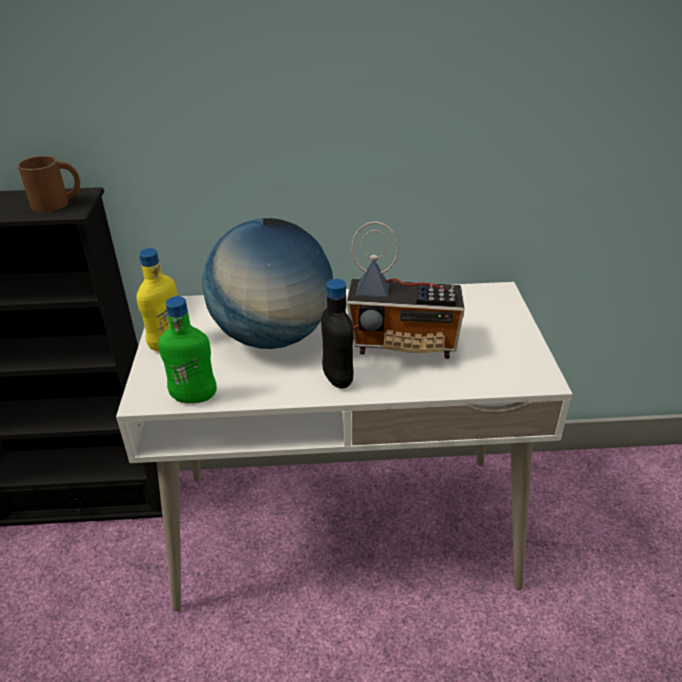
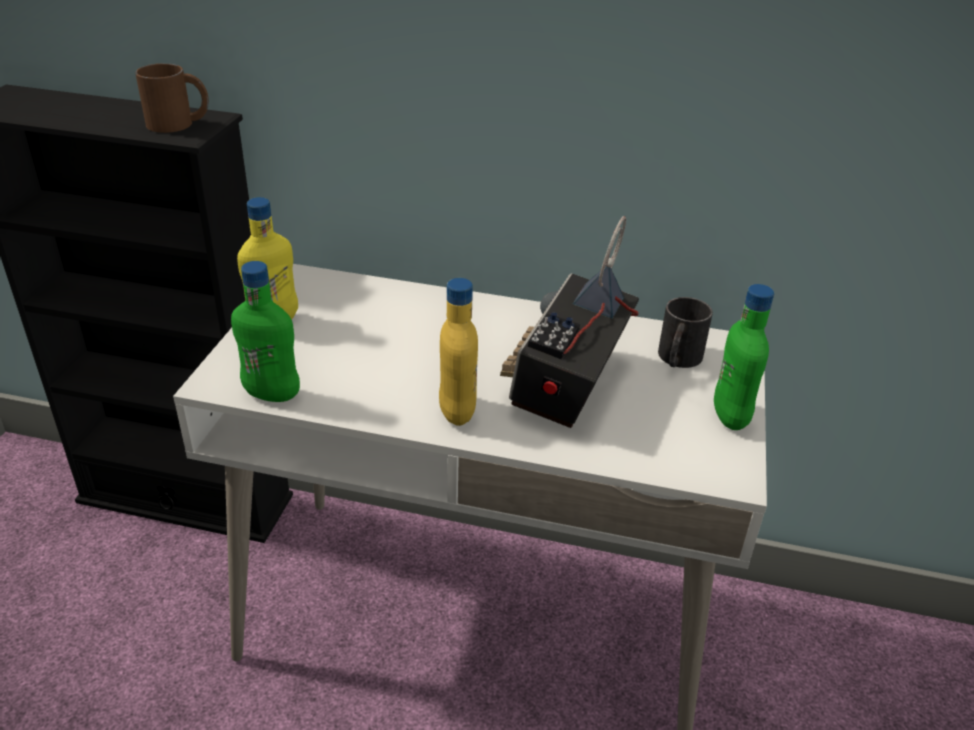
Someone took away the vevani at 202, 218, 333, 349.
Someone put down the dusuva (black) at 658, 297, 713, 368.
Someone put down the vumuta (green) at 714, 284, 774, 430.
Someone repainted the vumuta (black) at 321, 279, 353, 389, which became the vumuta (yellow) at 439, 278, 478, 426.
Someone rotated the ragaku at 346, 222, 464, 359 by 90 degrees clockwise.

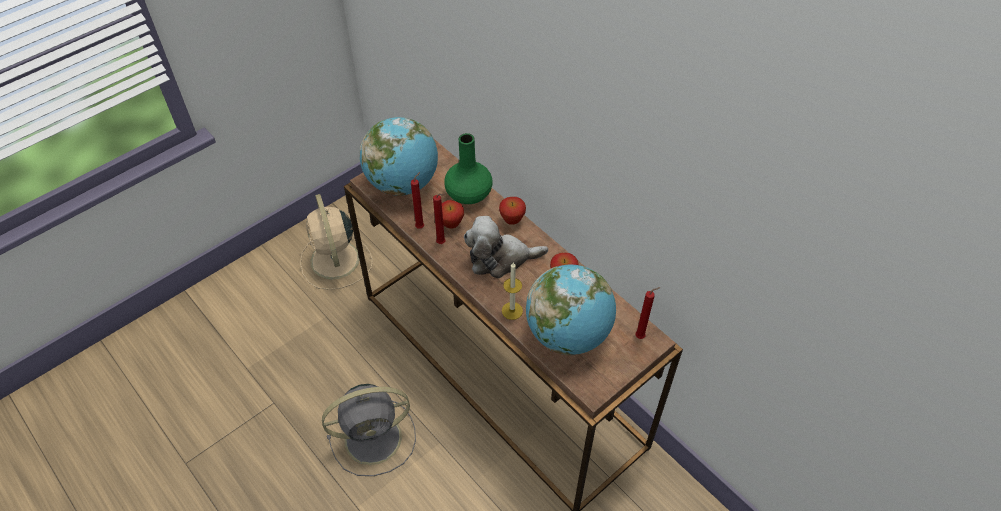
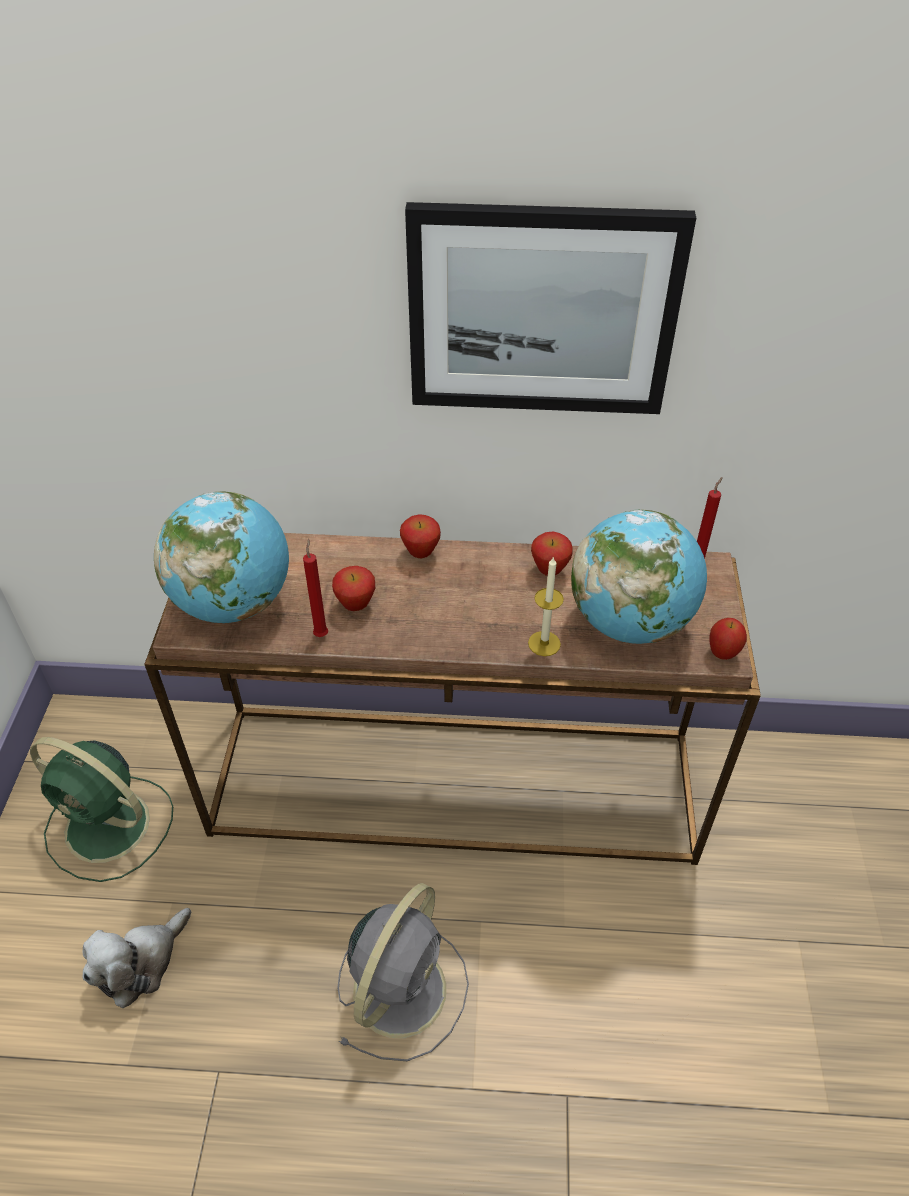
Someone took away the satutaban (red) at 433, 194, 446, 244.
Someone took away the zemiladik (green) at 444, 133, 492, 204.
Someone put up the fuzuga at 405, 202, 696, 414.
Someone put down the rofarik at 709, 618, 747, 660.
Someone carried the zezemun from 464, 216, 548, 278 to 82, 908, 191, 1008.
Someone repainted the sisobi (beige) at 300, 194, 373, 290, which became the sisobi (green) at 30, 737, 173, 882.

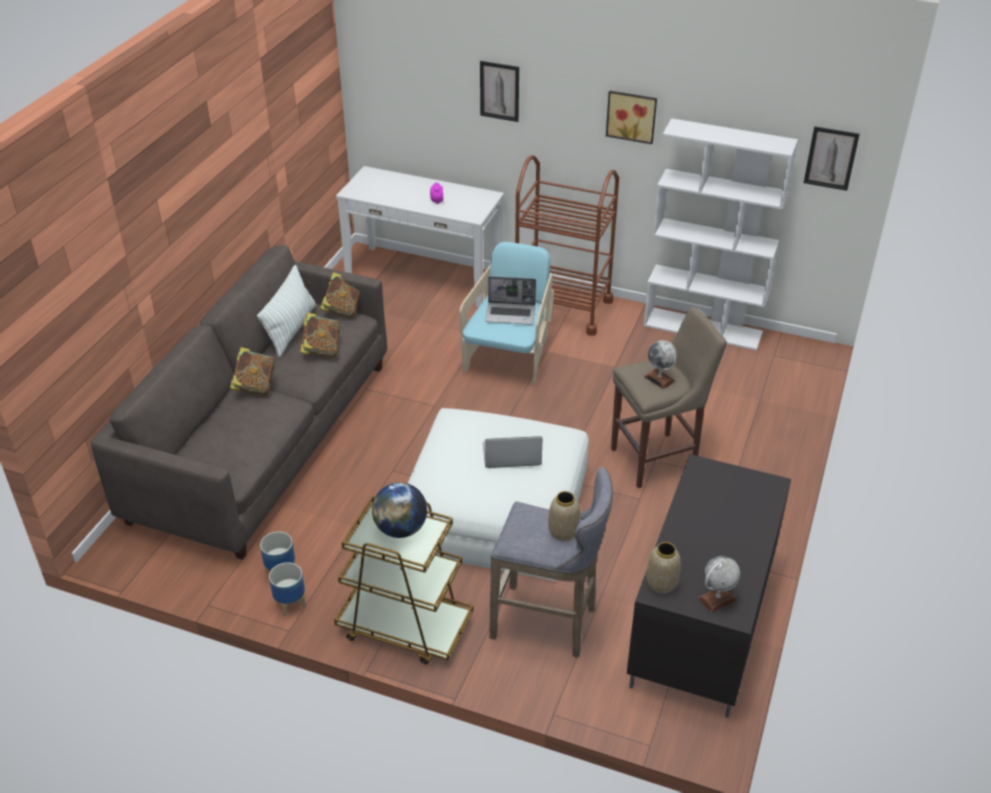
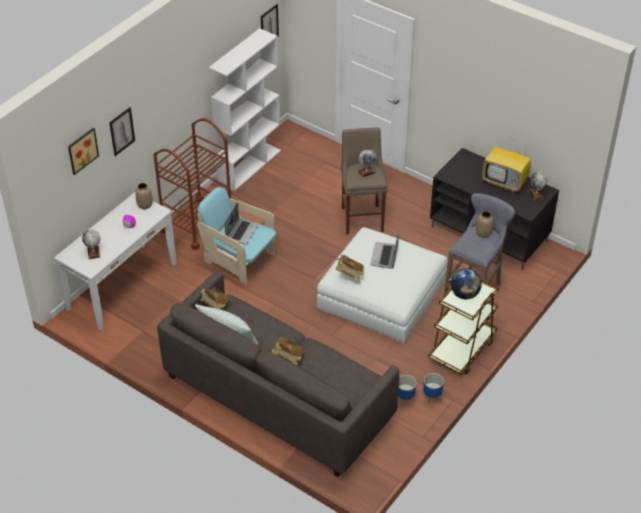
Someone put down the vevani at 82, 230, 100, 259.
Someone put down the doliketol at 482, 138, 531, 192.
Someone carried the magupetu from 300, 313, 340, 358 to 336, 255, 364, 281.
Someone carried the fuzuga from 606, 90, 657, 144 to 68, 128, 99, 175.
Someone carried the zemiladik from 646, 542, 681, 593 to 136, 183, 153, 209.

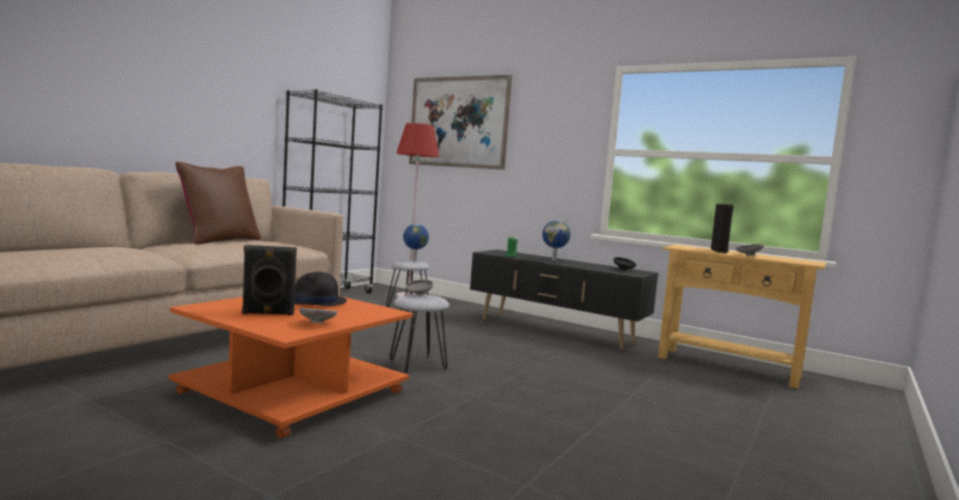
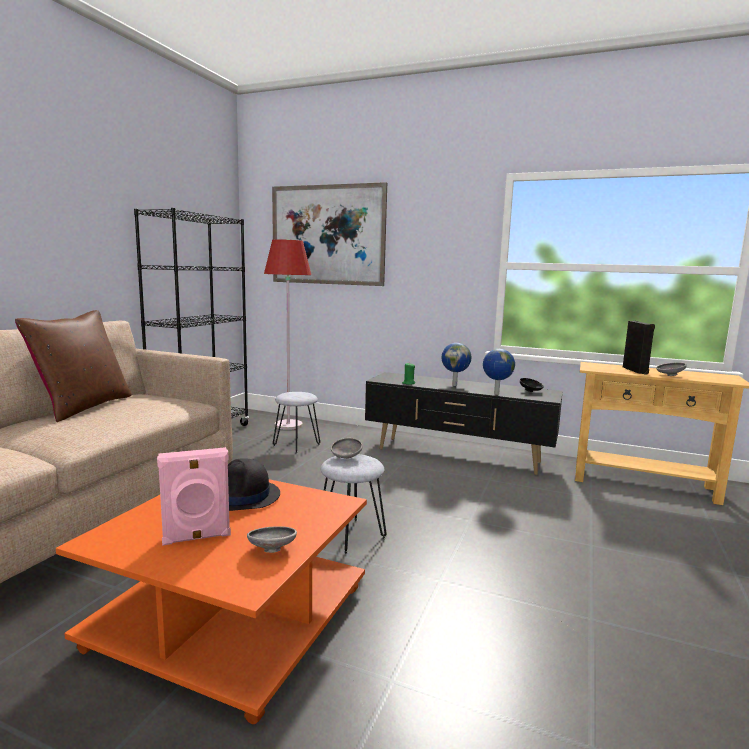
Someone carried the vevani from 403, 224, 429, 262 to 483, 349, 515, 395.
Someone repainted the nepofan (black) at 242, 245, 297, 315, which became the nepofan (pink) at 157, 447, 231, 546.

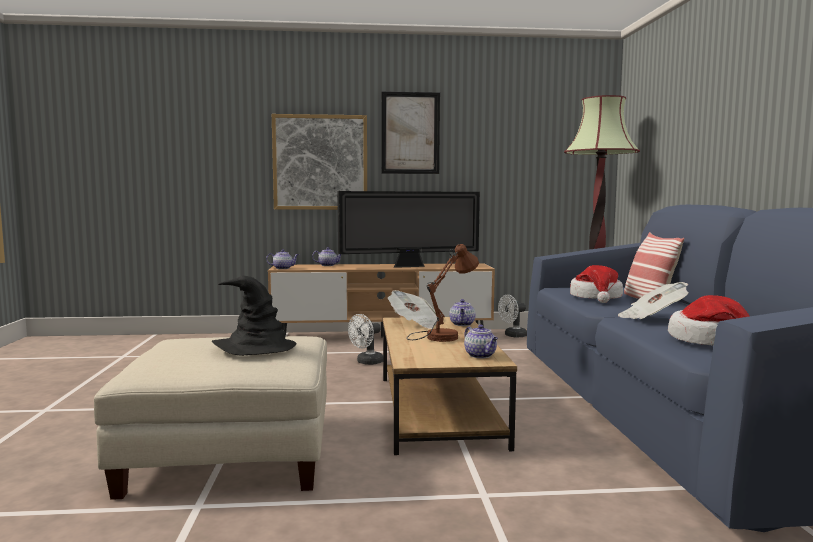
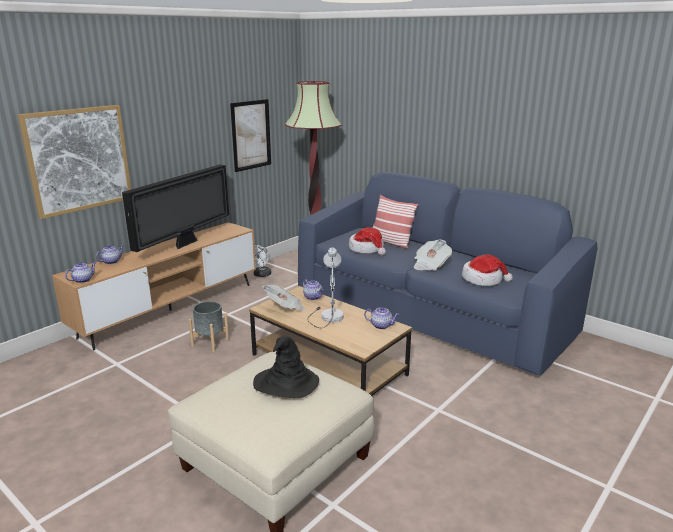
Someone carried the fuzuga from 381, 91, 440, 174 to 230, 99, 271, 172.
Someone swapped the sisobi (white) at 348, 314, 383, 365 for the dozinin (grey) at 188, 301, 229, 352.
Someone repainted the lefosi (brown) at 406, 244, 479, 342, which became the lefosi (white) at 307, 247, 344, 328.

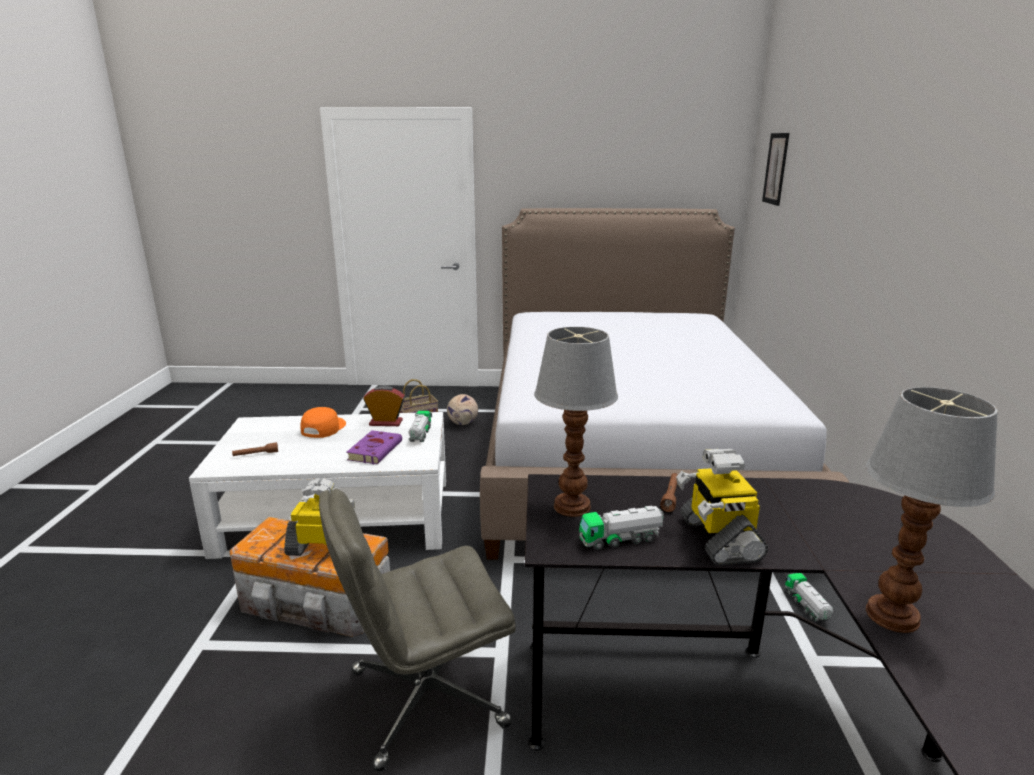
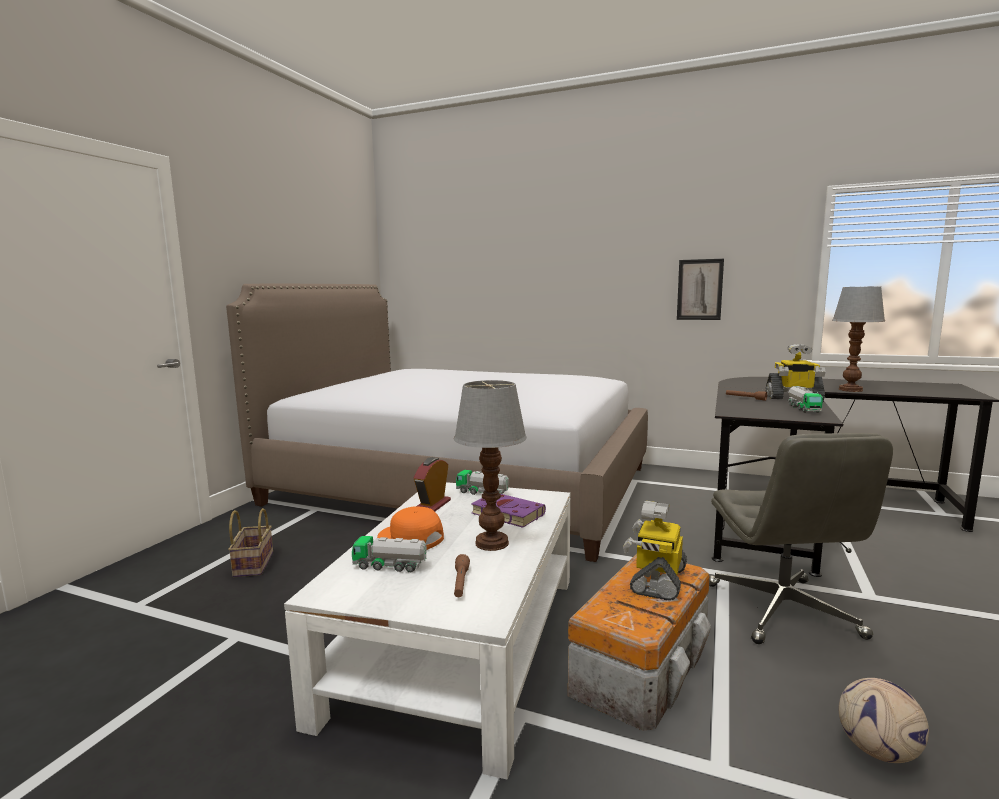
Someone carried the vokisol from 447, 394, 478, 425 to 838, 678, 929, 763.
Someone carried the lefosi from 534, 327, 618, 517 to 454, 380, 527, 551.
Someone carried the fuzuga from 762, 133, 789, 206 to 677, 259, 724, 320.
Someone carried the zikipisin from 785, 573, 833, 621 to 352, 536, 427, 572.

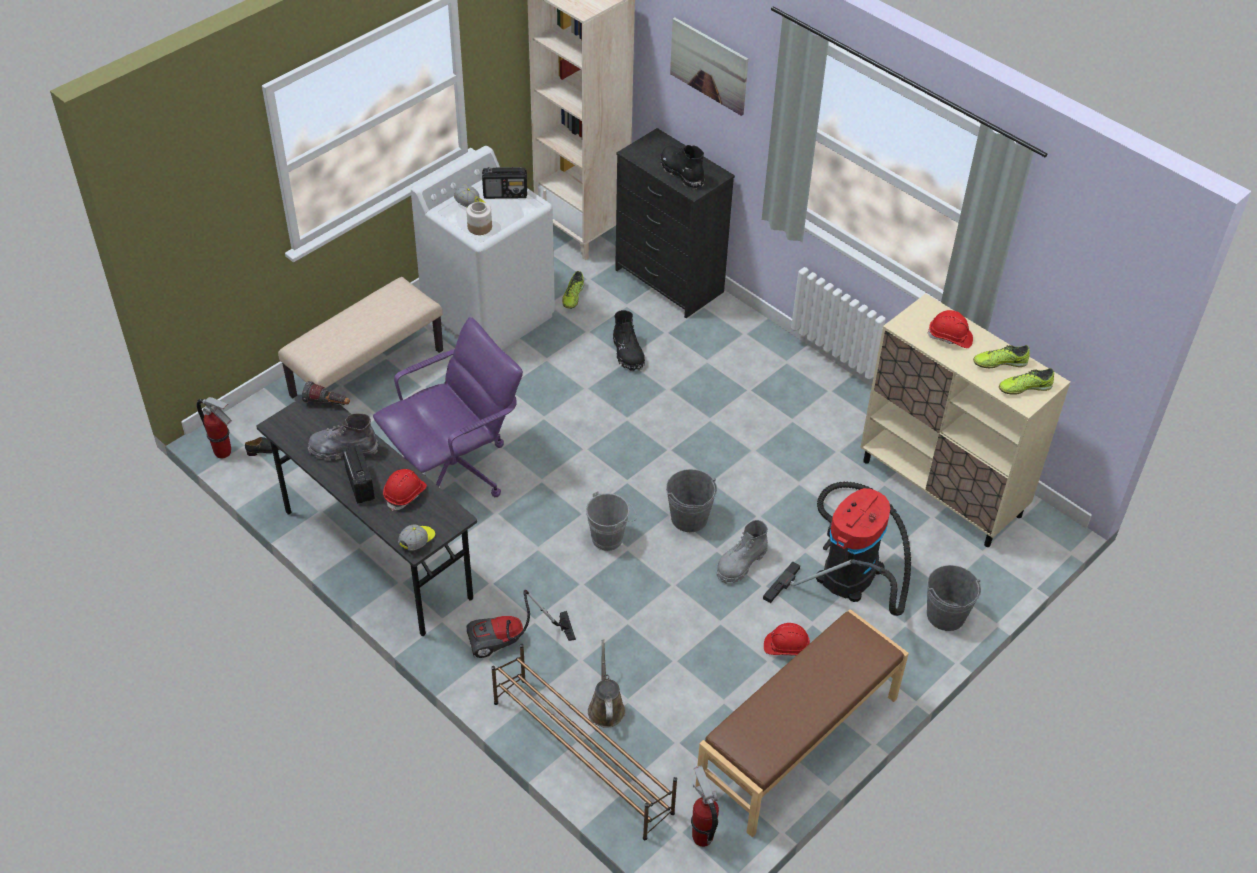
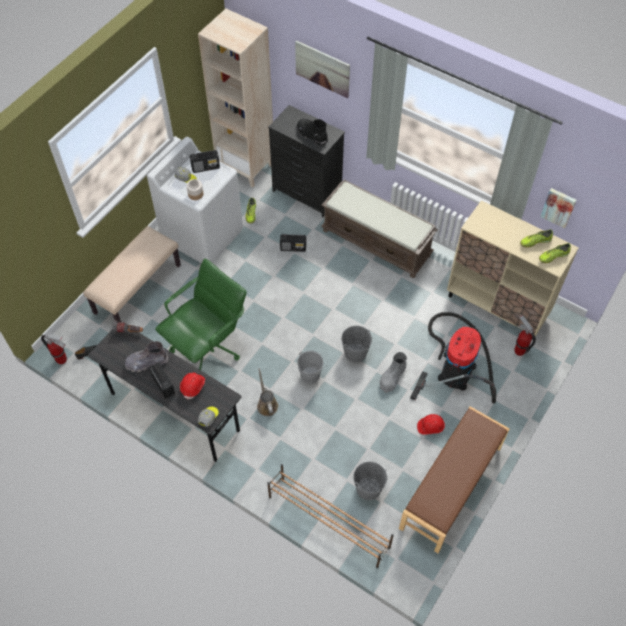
Someone took away the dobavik at 466, 590, 576, 658.
Someone took away the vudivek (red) at 927, 310, 973, 348.
Someone put down the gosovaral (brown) at 321, 180, 438, 278.
Someone put up the fuzuga at 540, 188, 576, 229.
Someone carried the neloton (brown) from 588, 640, 625, 728 to 257, 368, 278, 416.
Someone carried the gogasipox from 691, 766, 719, 847 to 515, 315, 536, 356.
Someone carried the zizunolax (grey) from 927, 565, 981, 631 to 353, 462, 387, 500.
Someone swapped the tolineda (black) at 613, 310, 645, 371 for the ragaku at 280, 234, 306, 252.
Someone repainted the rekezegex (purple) at 373, 317, 523, 497, which became the rekezegex (green) at 155, 259, 247, 370.

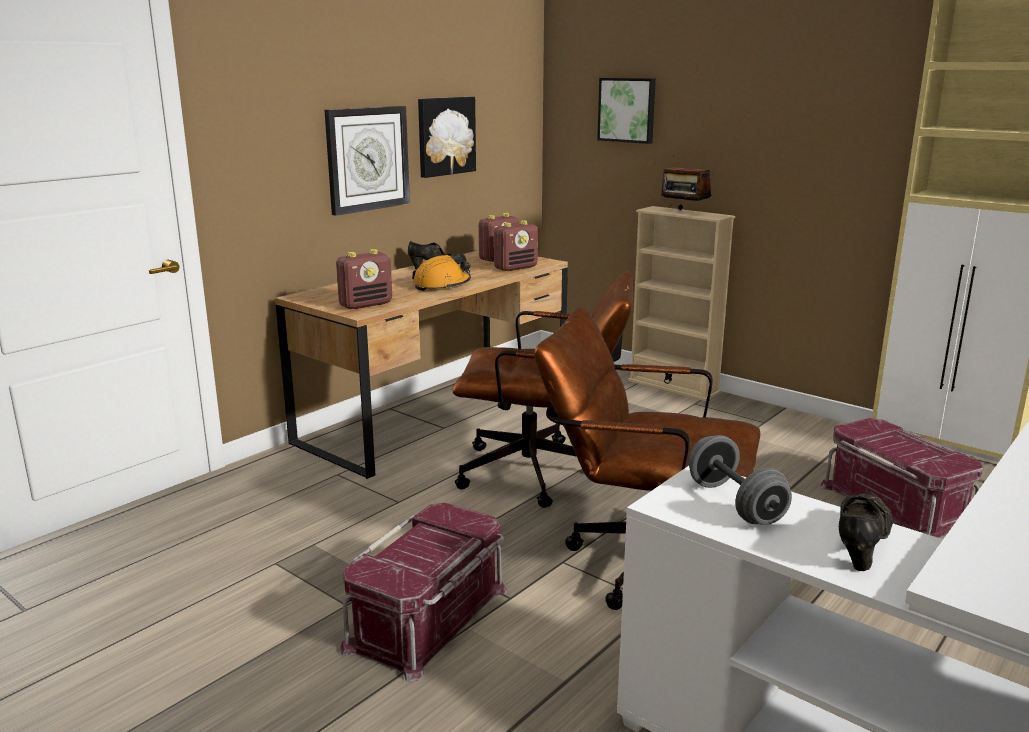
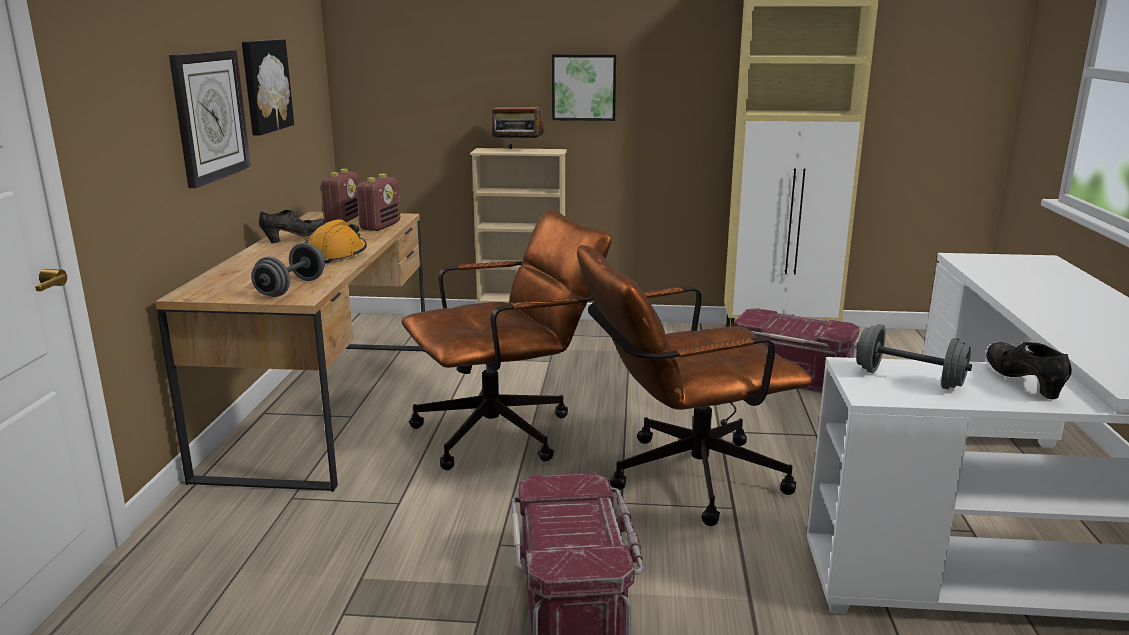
Someone carried the fuzuga from 597, 78, 656, 144 to 552, 54, 617, 121.
Someone swapped the ragaku at 336, 249, 392, 309 for the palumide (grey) at 251, 243, 325, 297.

